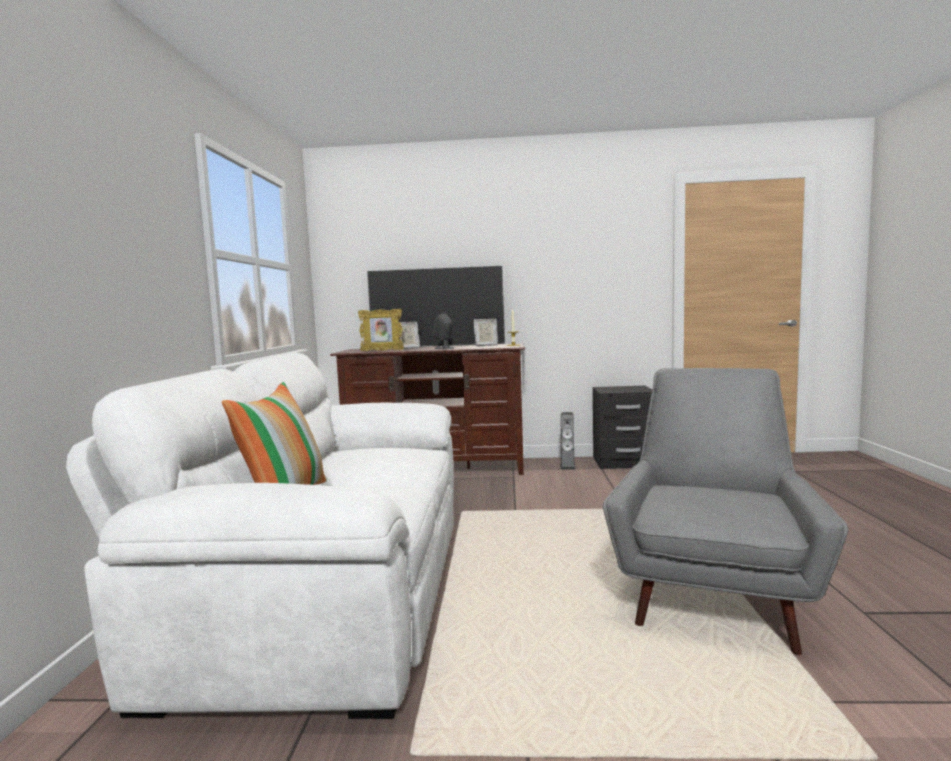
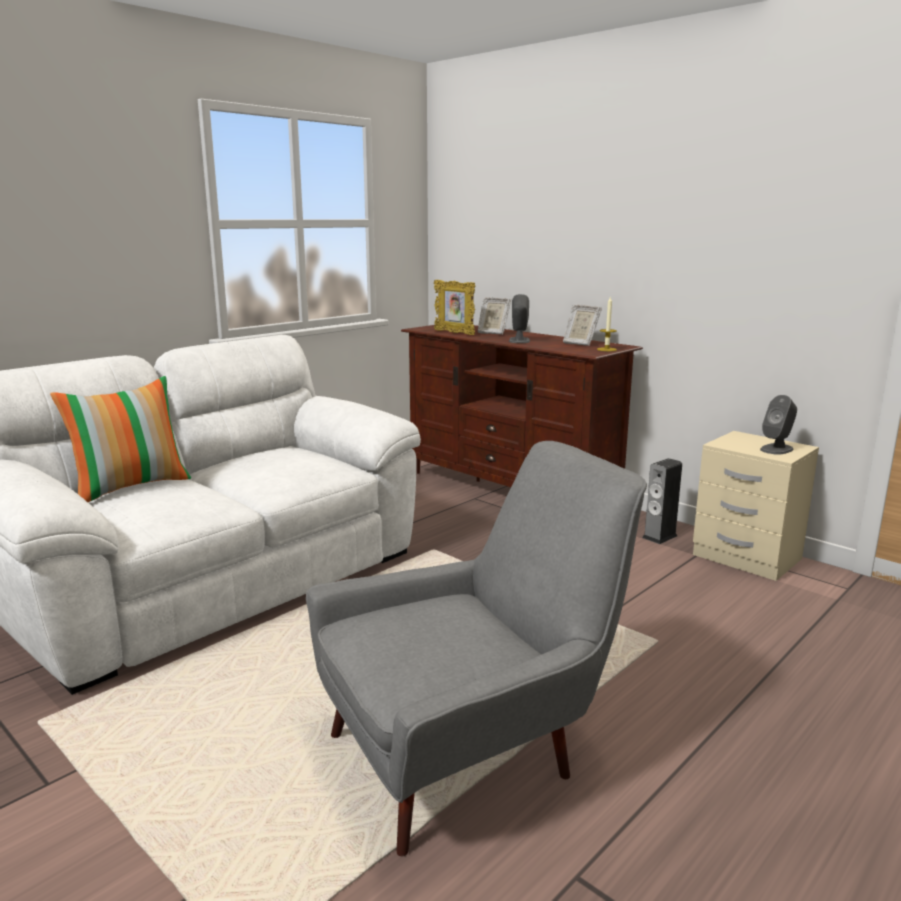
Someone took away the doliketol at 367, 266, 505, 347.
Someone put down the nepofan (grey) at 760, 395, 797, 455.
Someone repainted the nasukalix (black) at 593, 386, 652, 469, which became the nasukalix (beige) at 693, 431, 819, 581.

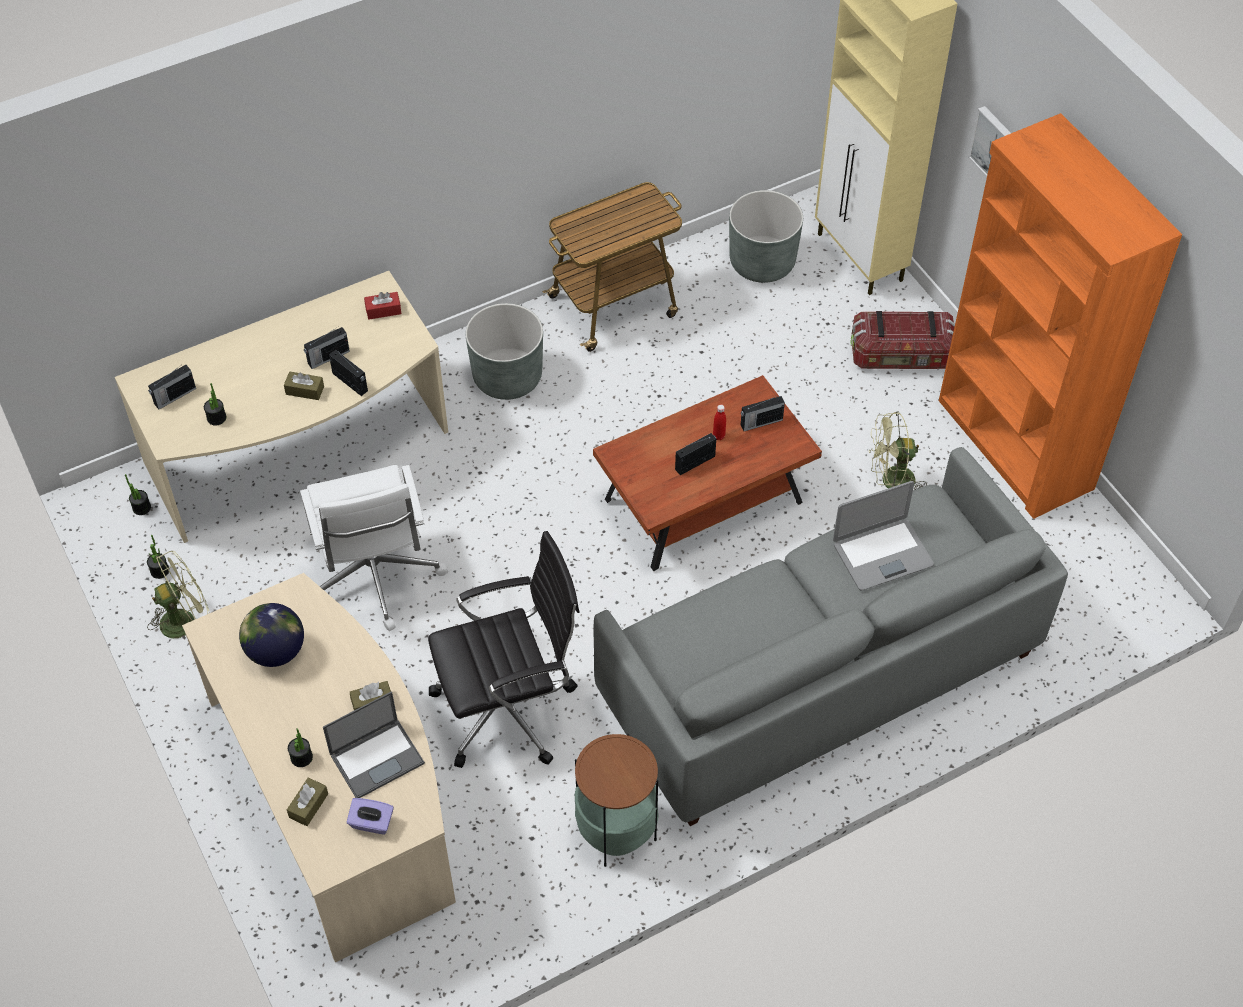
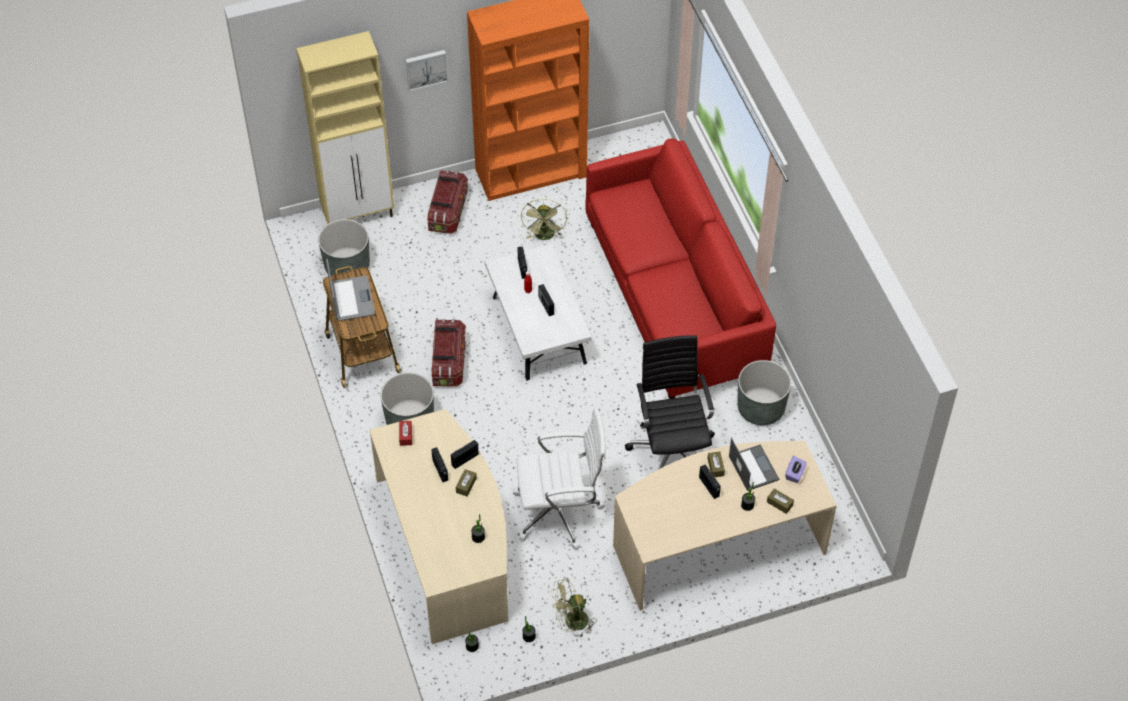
Someone took away the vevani at 239, 603, 304, 667.
Someone put down the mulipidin at 431, 319, 466, 387.
Someone carried the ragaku from 148, 365, 196, 409 to 699, 464, 721, 499.
Someone carried the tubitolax from 833, 481, 934, 590 to 326, 259, 375, 321.
Someone swapped the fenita at 575, 734, 658, 867 for the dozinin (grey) at 737, 360, 791, 425.
Someone repainted the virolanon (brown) at 593, 375, 822, 571, which became the virolanon (white) at 485, 244, 592, 381.
Someone repainted the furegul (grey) at 594, 447, 1068, 826, which became the furegul (red) at 585, 138, 776, 399.
Someone rotated the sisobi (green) at 147, 551, 209, 639 by 90 degrees counterclockwise.

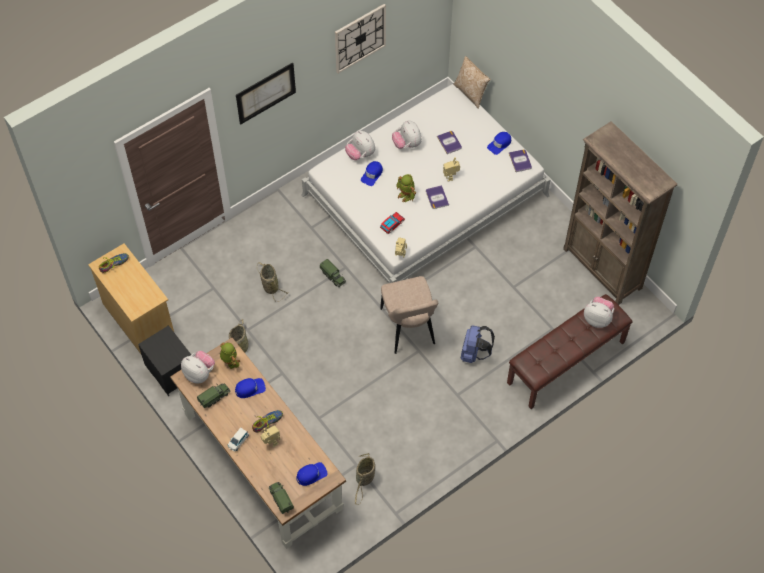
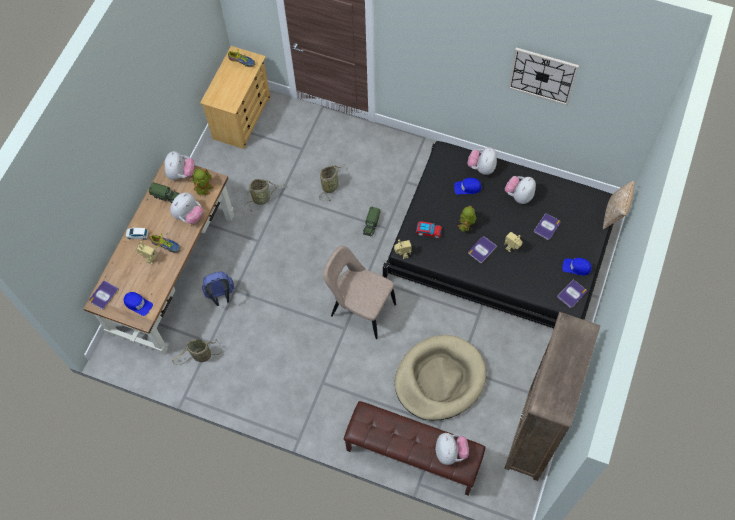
Someone took away the nasukalix (black) at 138, 325, 191, 396.
Someone took away the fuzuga at 236, 62, 296, 125.
Someone put down the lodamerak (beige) at 395, 335, 486, 420.
Someone carried the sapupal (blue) from 461, 325, 495, 363 to 202, 272, 234, 306.
Someone swapped the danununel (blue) at 235, 378, 266, 398 for the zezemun at 170, 192, 203, 224.
Someone swapped the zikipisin at 269, 482, 294, 514 for the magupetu at 89, 281, 119, 310.
Someone repainted the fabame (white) at 301, 83, 551, 283, which became the fabame (black) at 383, 141, 614, 328.
Someone rotated the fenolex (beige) at 380, 276, 438, 354 by 75 degrees clockwise.

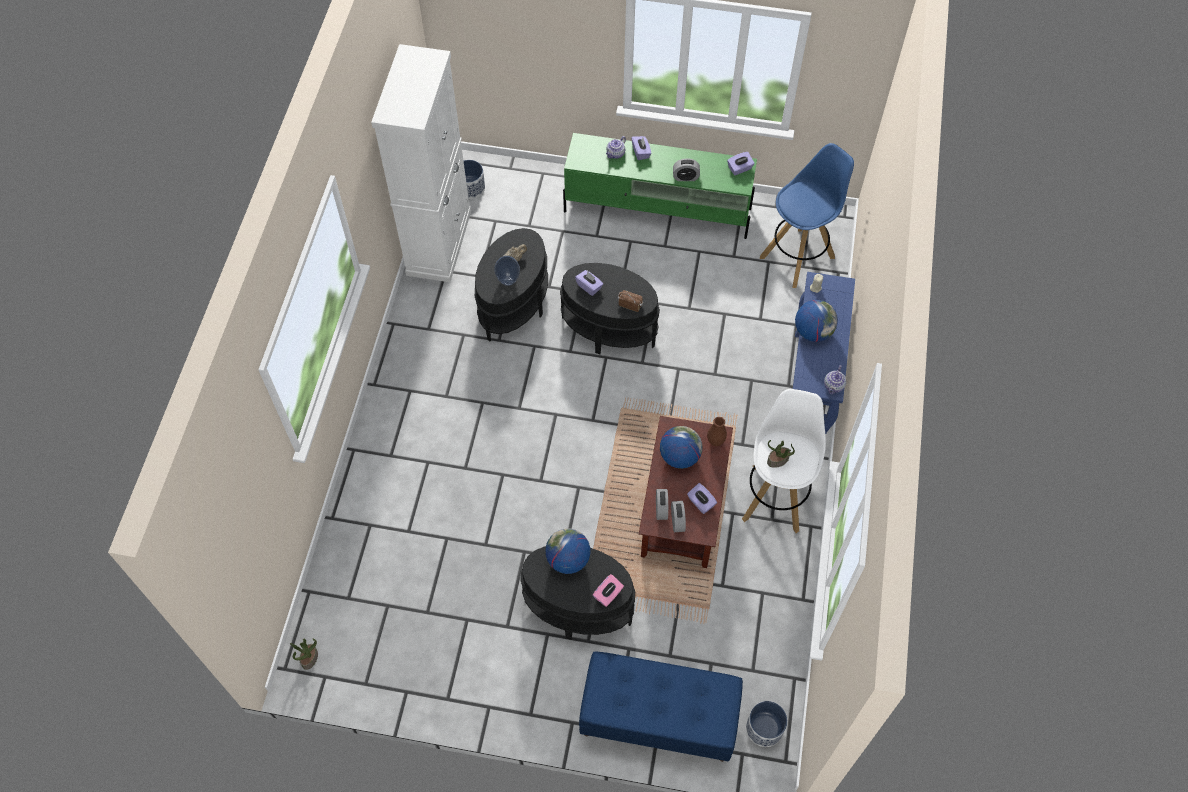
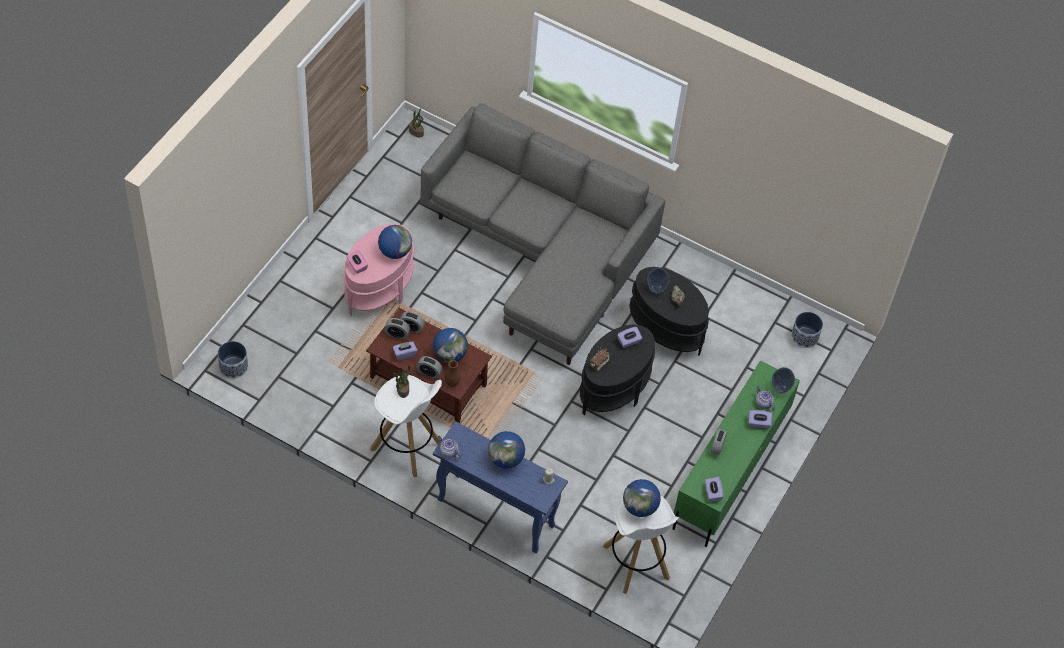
Someone took away the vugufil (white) at 371, 44, 471, 282.
Someone took away the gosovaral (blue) at 579, 652, 743, 762.
Someone put down the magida at 416, 356, 443, 379.
Someone put down the furegul (grey) at 420, 103, 665, 365.
Someone put down the vevani at 623, 479, 661, 517.
Someone put down the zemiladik at 772, 367, 795, 394.
Someone repainted the fenita (black) at 520, 546, 635, 640, which became the fenita (pink) at 344, 224, 414, 316.
Someone repainted the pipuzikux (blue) at 760, 143, 854, 288, which became the pipuzikux (white) at 603, 496, 679, 594.

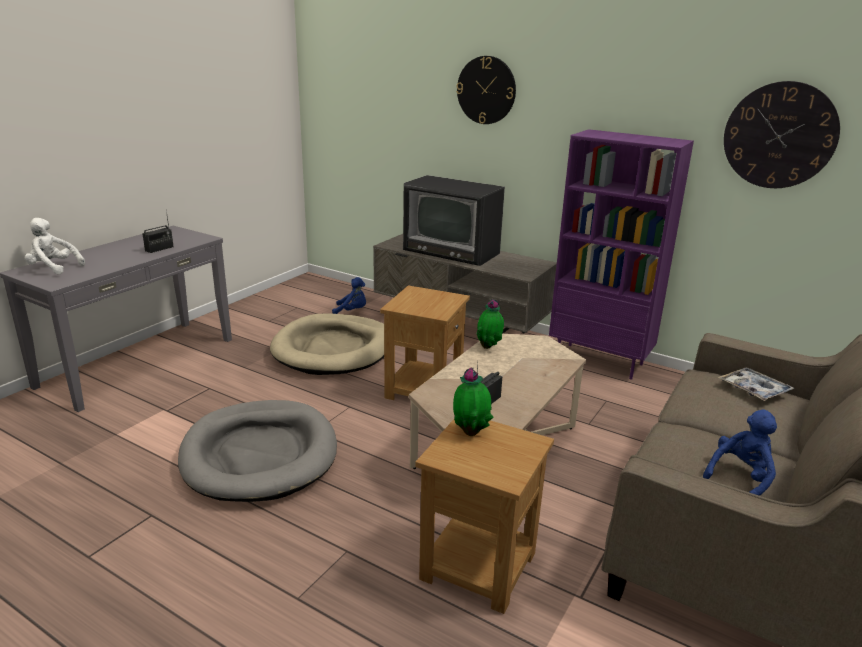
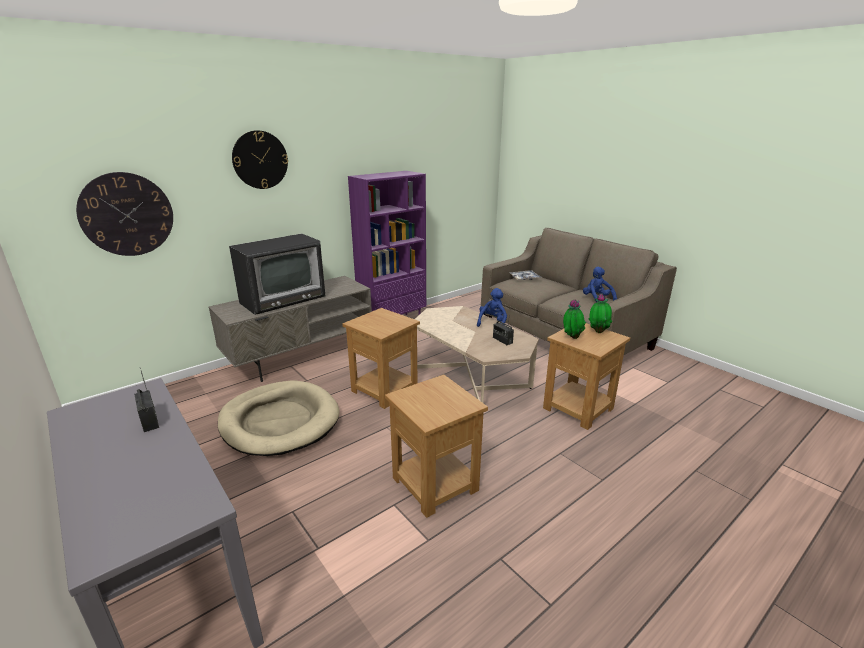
Someone took away the zezemun (white) at 24, 218, 85, 275.
Someone carried the zezemun (blue) from 332, 277, 366, 314 to 477, 288, 507, 327.
Someone carried the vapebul from 476, 299, 504, 349 to 589, 293, 613, 333.
Someone carried the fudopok from 724, 81, 840, 188 to 76, 172, 173, 256.
Someone swapped the lodamerak (grey) at 178, 400, 337, 502 for the fenita (brown) at 385, 374, 488, 518.

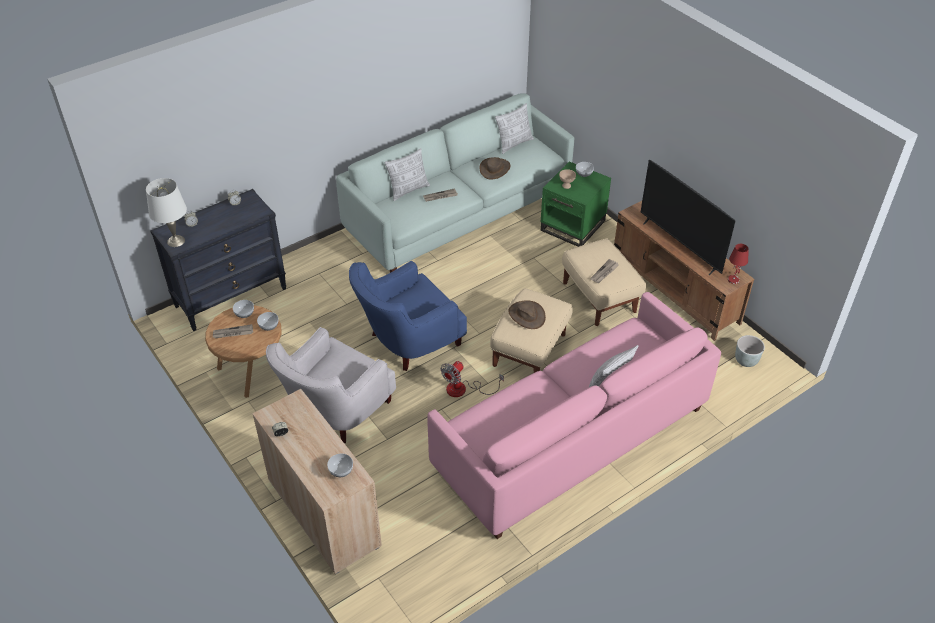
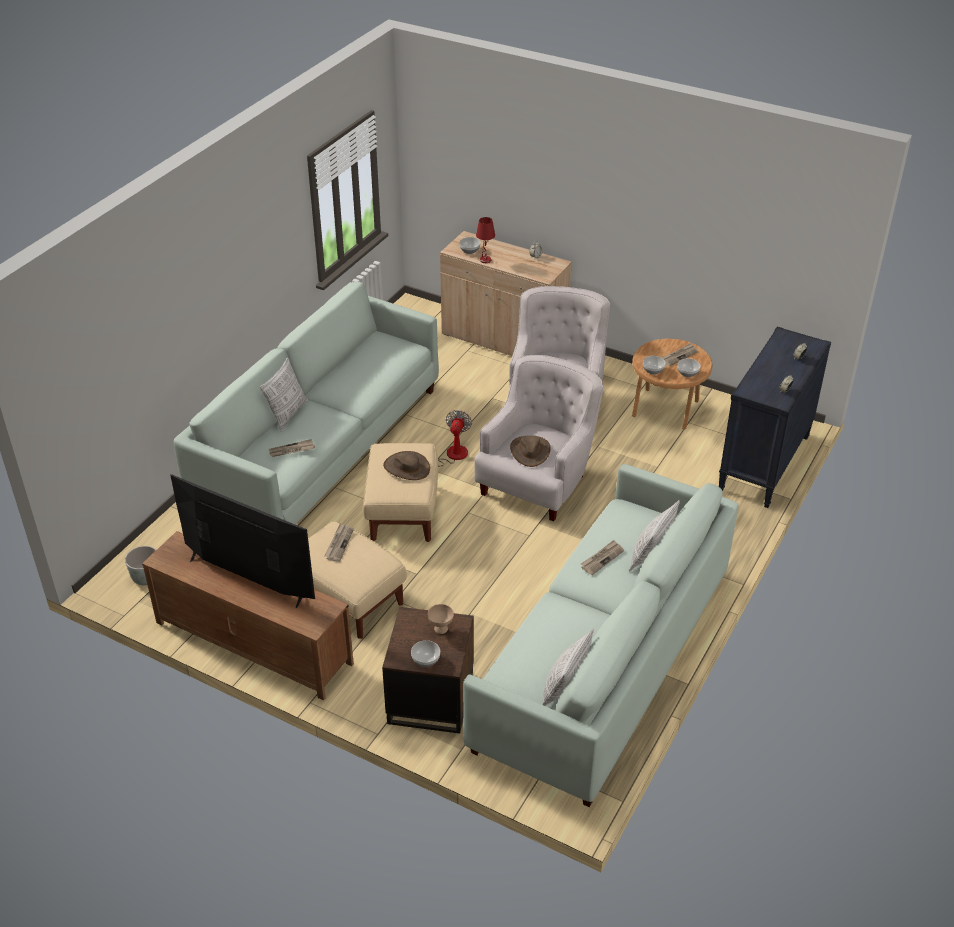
Someone took away the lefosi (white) at 146, 178, 187, 247.
Someone put down the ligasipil at 269, 439, 315, 457.
Someone carried the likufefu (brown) from 479, 157, 510, 180 to 510, 436, 551, 467.
Someone carried the lefosi (red) from 728, 244, 749, 284 to 476, 217, 495, 263.
Someone repainted the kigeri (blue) at 349, 261, 467, 371, which became the kigeri (white) at 474, 355, 603, 521.
Someone repainted the furegul (pink) at 427, 292, 721, 539, which became the furegul (white) at 174, 282, 439, 525.
Someone repainted the fenita (green) at 541, 162, 611, 247, which became the fenita (brown) at 382, 607, 474, 733.

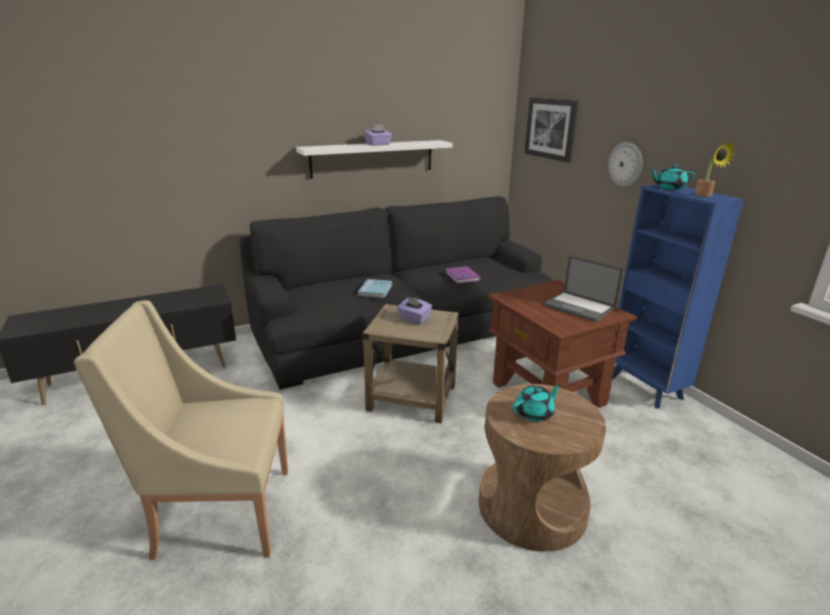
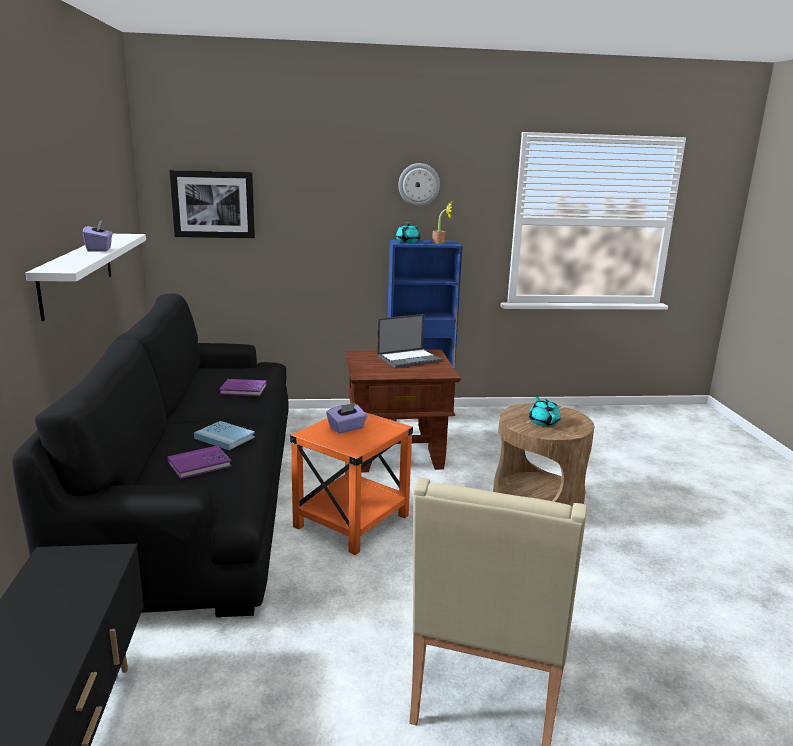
Someone put down the magupetu (purple) at 167, 445, 232, 479.
Someone carried the fudopok from 608, 142, 643, 187 to 398, 163, 440, 206.
Someone repainted the fenita (beige) at 362, 304, 459, 423, which became the fenita (orange) at 290, 412, 413, 555.

